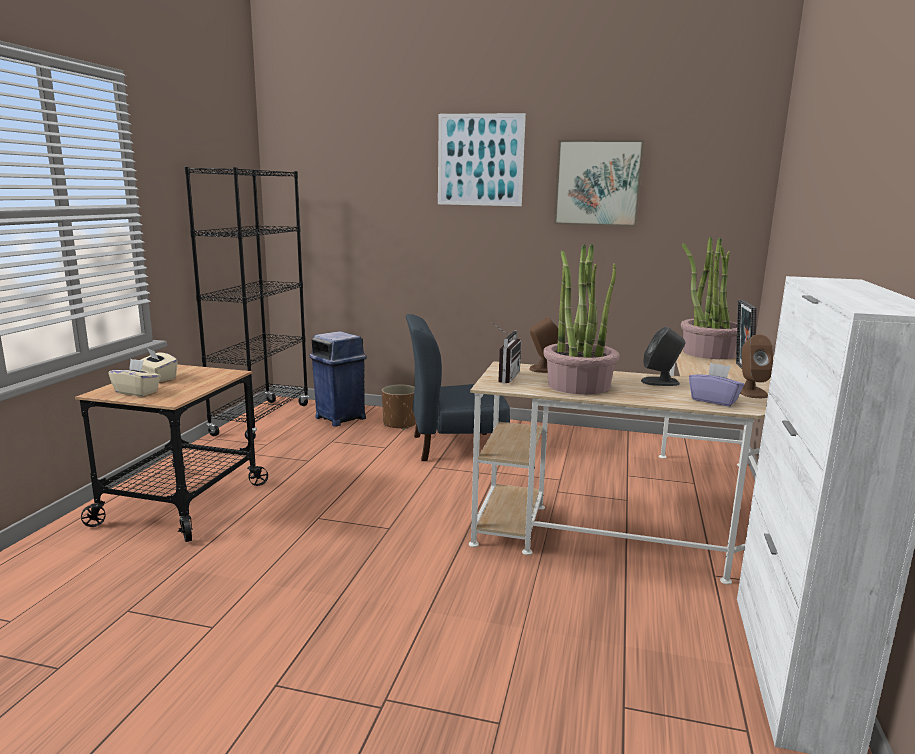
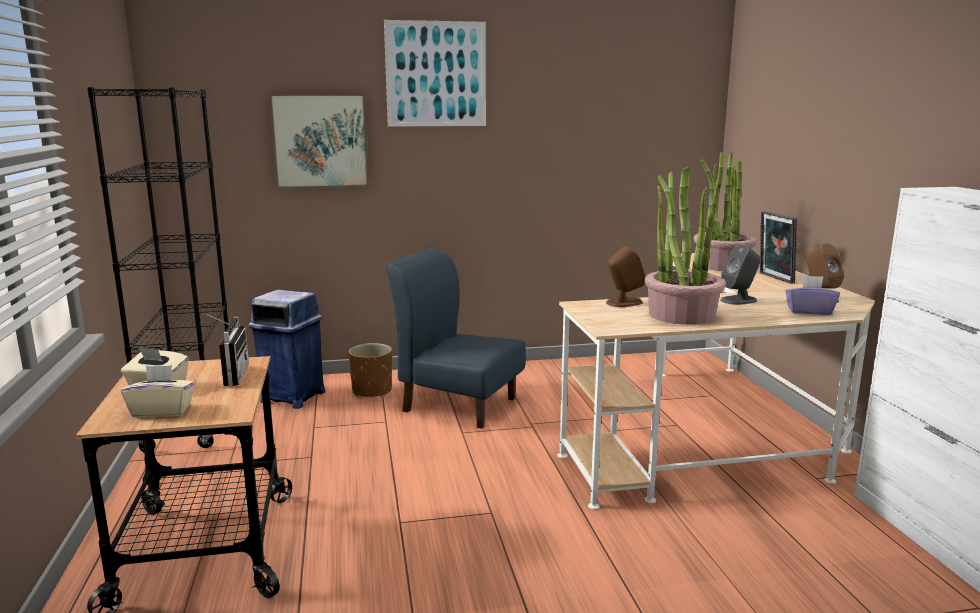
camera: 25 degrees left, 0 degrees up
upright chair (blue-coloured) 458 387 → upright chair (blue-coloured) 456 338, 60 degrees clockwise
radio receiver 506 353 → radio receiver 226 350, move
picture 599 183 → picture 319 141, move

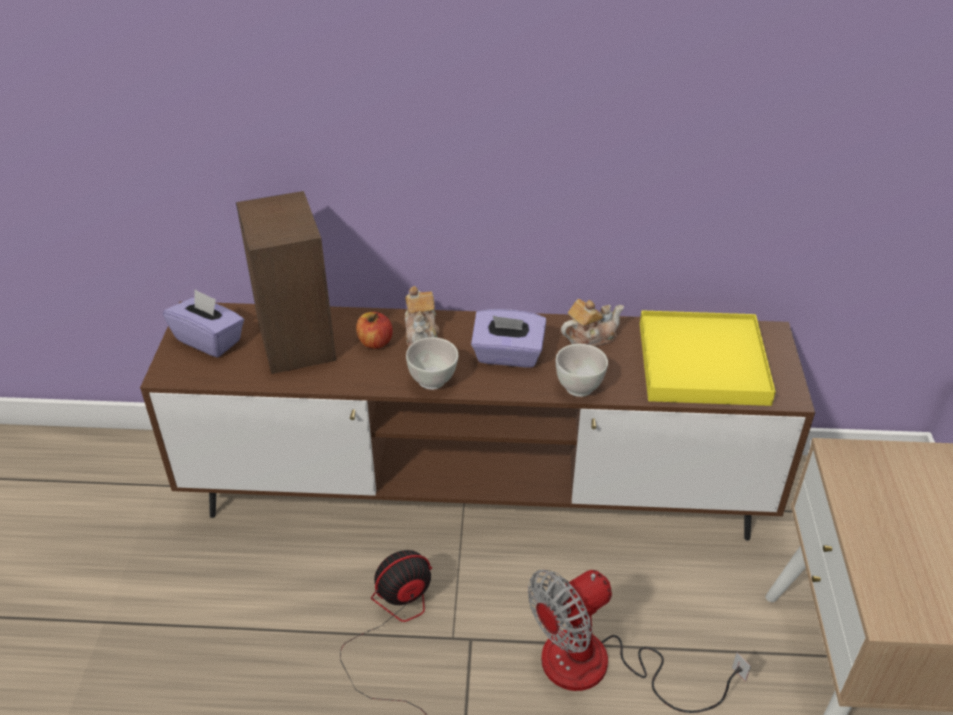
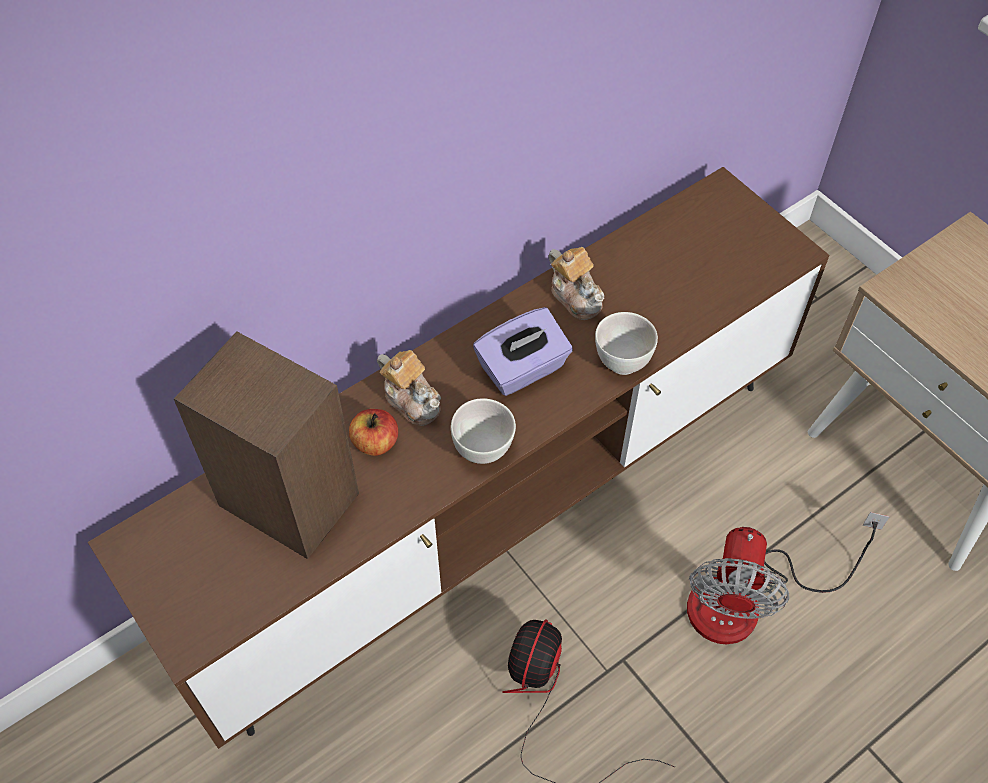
camera: 40 degrees left, 15 degrees up
tissue holder (purple-coloured) 203 323 → -
tea pot 592 323 → tea pot 576 283, 120 degrees clockwise
tray (yellow) 708 358 → -

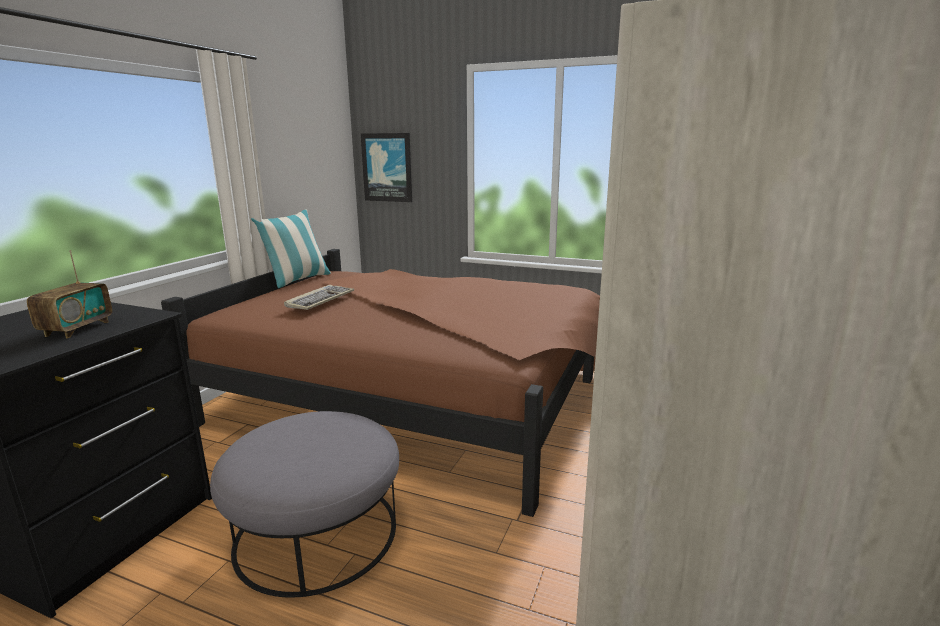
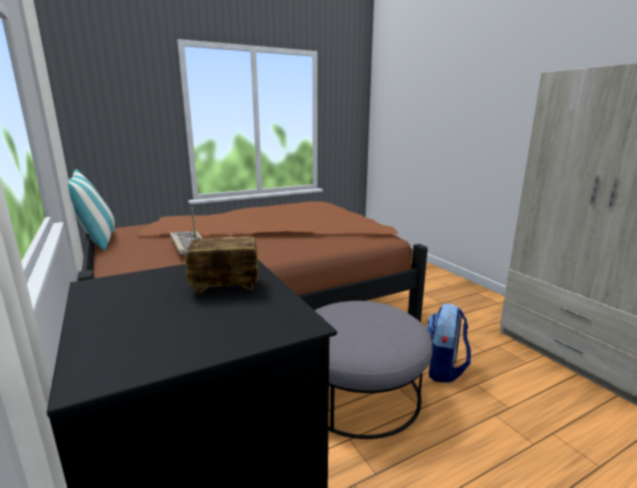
camera: 50 degrees left, 0 degrees up
radio receiver 69 294 → radio receiver 221 250, 60 degrees counterclockwise
picture 386 167 → -
- → rucksack 448 343

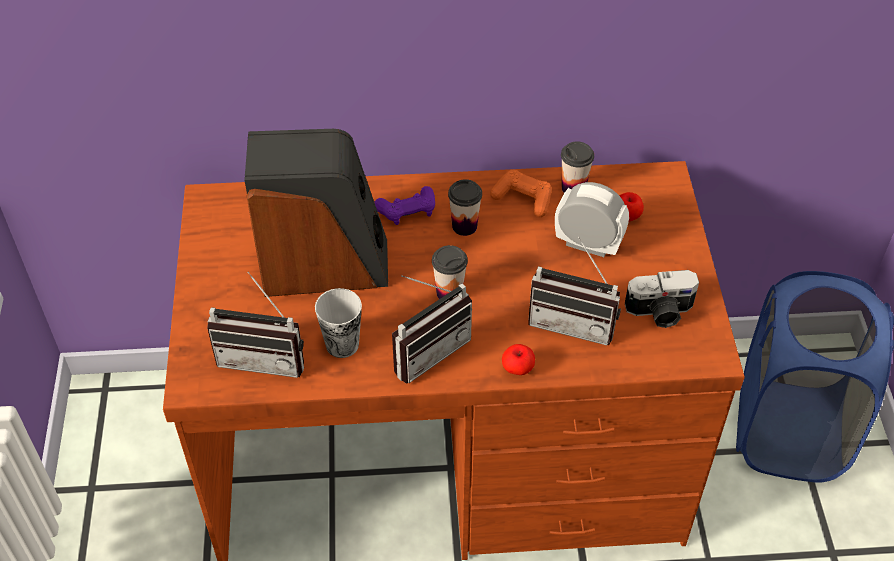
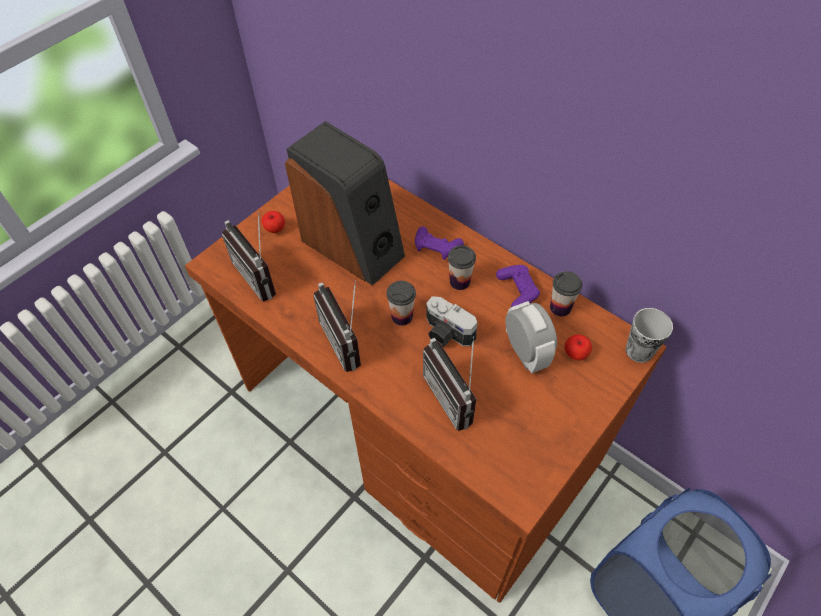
camera: 45 degrees right, 5 degrees up
small cup 338 323 → small cup 649 335, move
radio receiver 432 329 → radio receiver 337 326, 60 degrees clockwise
game controller (orange) 521 193 → game controller (purple-coloured) 518 286
apple fruit 518 359 → apple fruit 273 222, move
photo camera 662 299 → photo camera 452 321, move

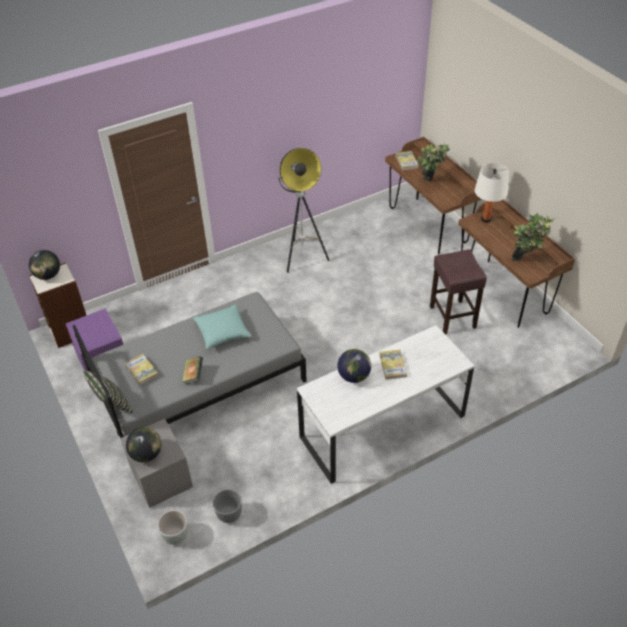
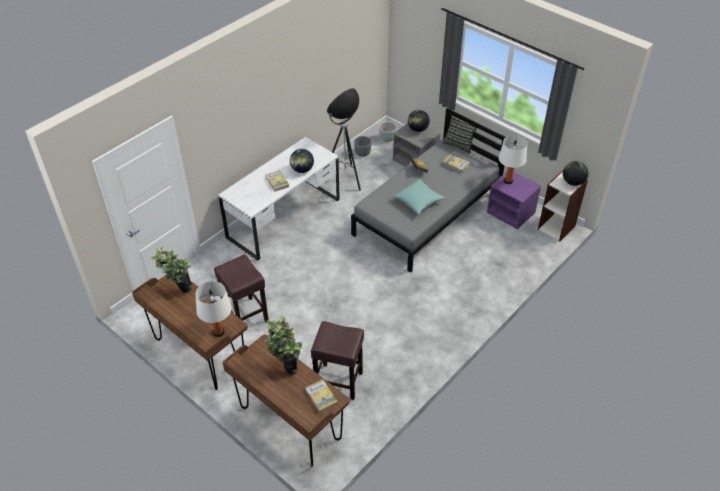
camera: 160 degrees right, 0 degrees up
standard lamp 304 210 → standard lamp 344 139, move
- → stool (brown-coloured) 337 360
- → lamp for a table (white-coloured) 513 159

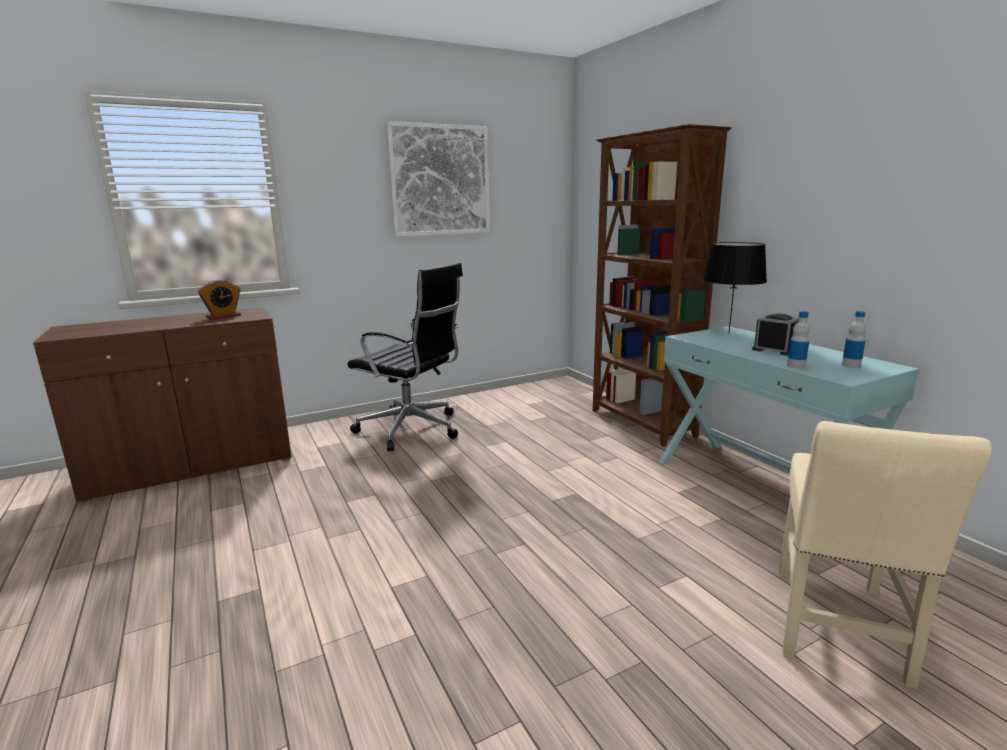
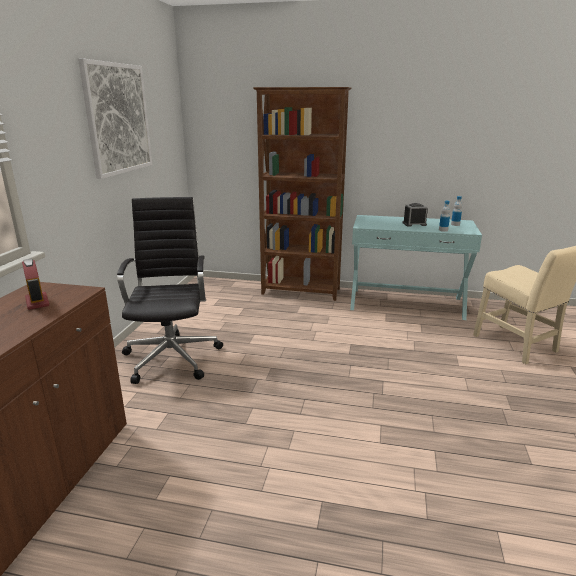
camera: 50 degrees left, 5 degrees up
table clock 219 300 → table clock 35 284, 150 degrees clockwise
office chair (black-coloured) 405 357 → office chair (black-coloured) 170 290, 75 degrees counterclockwise
lamp for a table (black-coloured) 735 287 → -

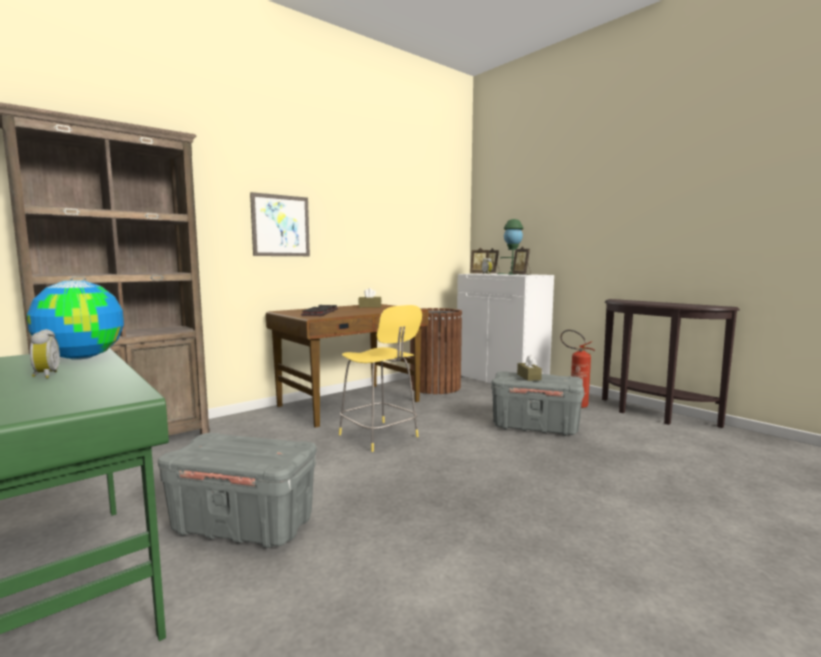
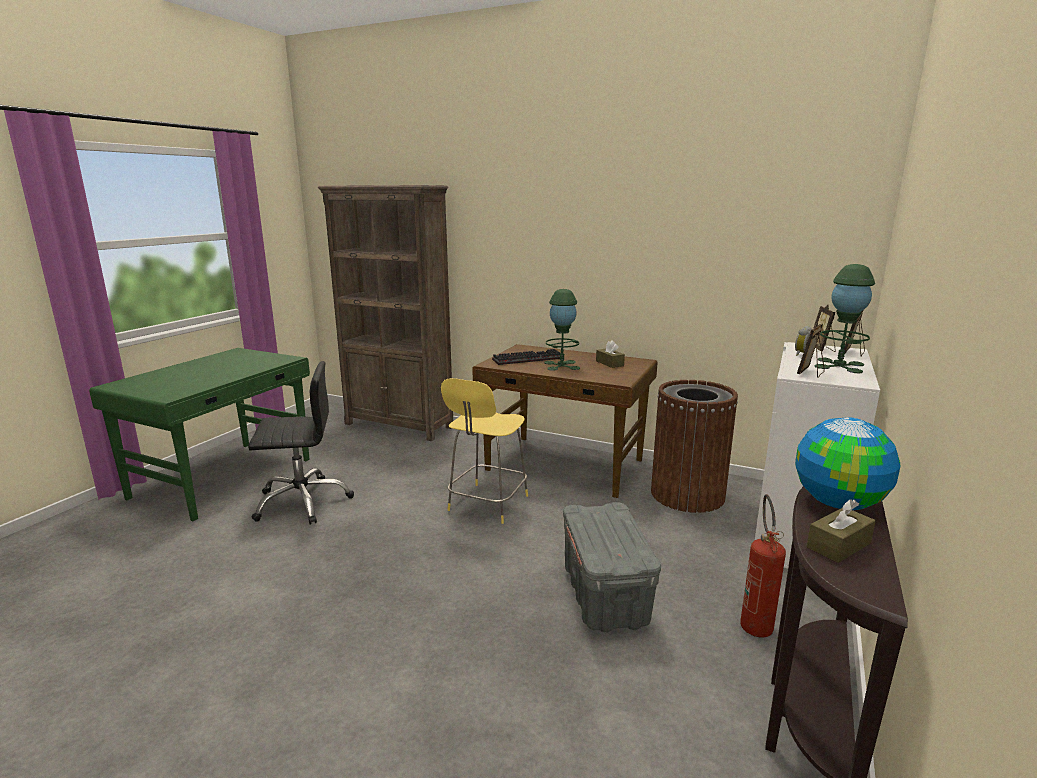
camera: 65 degrees right, 10 degrees up
desk globe 75 320 → desk globe 847 463, move
table clock 45 354 → -
storage container (greyish) 237 490 → office chair (black-coloured) 301 442
picture 280 224 → -
tissue holder (brown-coloured) 529 368 → tissue holder (brown-coloured) 841 531, move
- → lamp for a table (greenish) 562 330

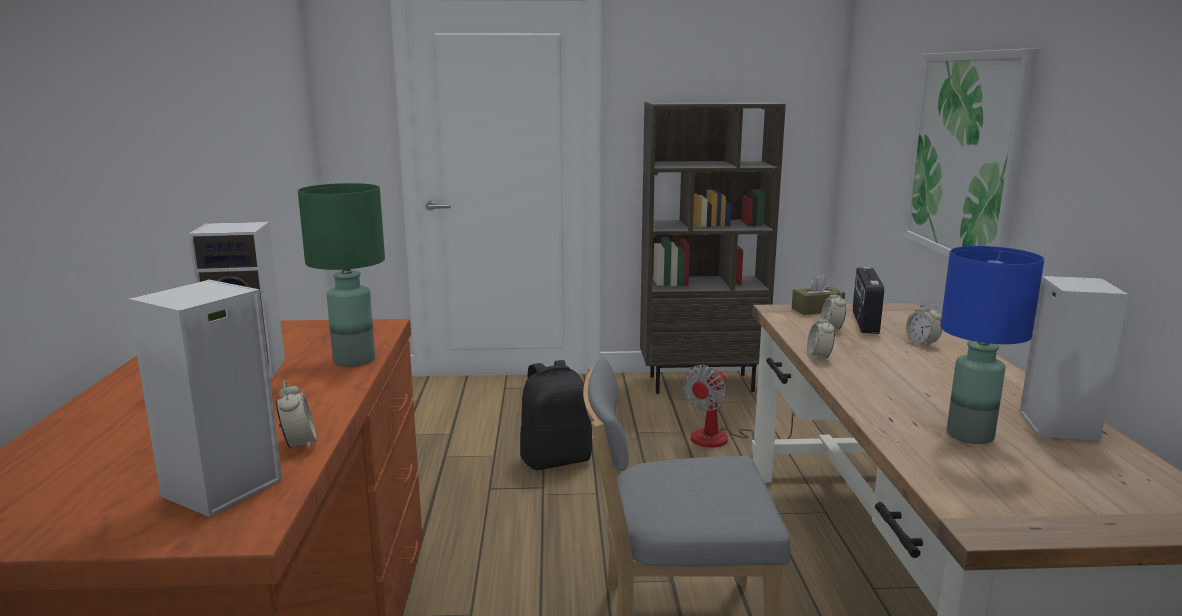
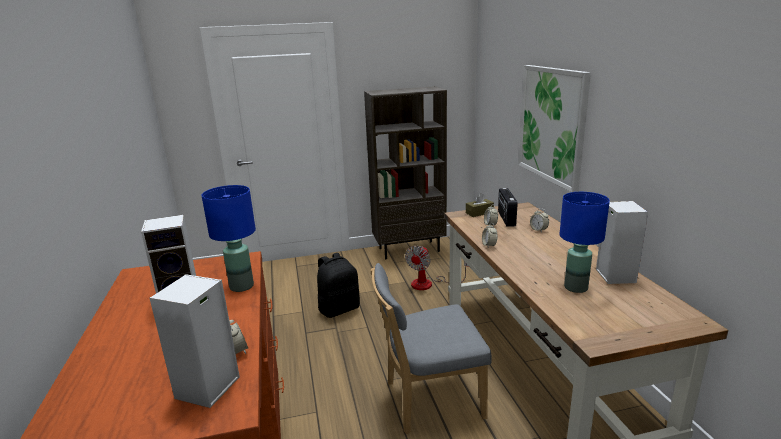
camera: 10 degrees left, 5 degrees up
lamp for a table (greenish) 341 275 → lamp for a table (blue-coloured) 229 238

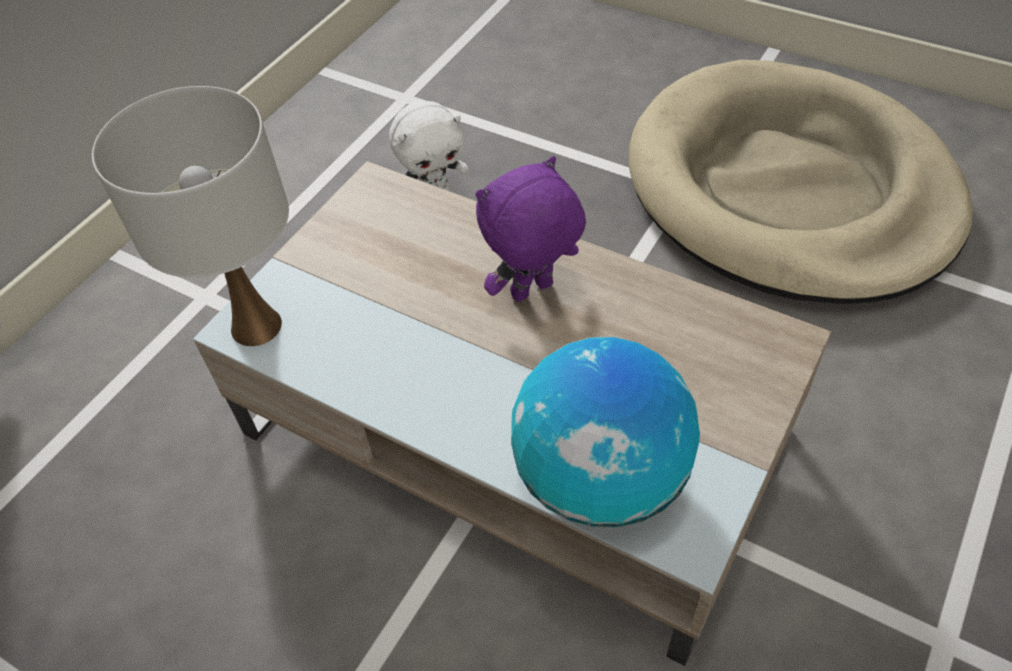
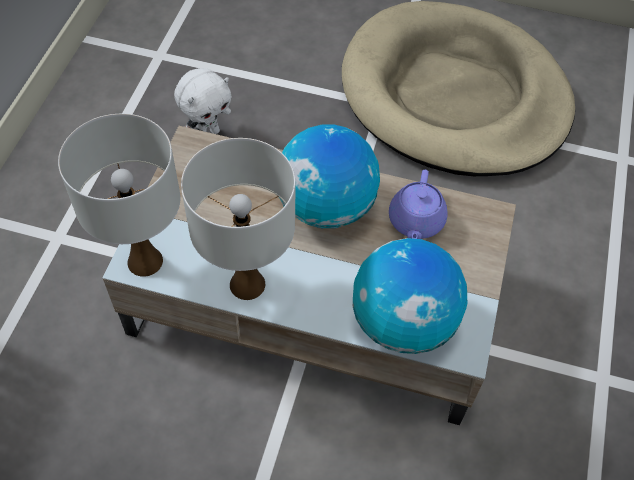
camera: 20 degrees left, 5 degrees up
cuddly toy (purple-coloured) 530 229 → desk globe 329 176
- → lamp for a table (white-coloured) 238 219
- → tea pot (purple-coloured) 418 204

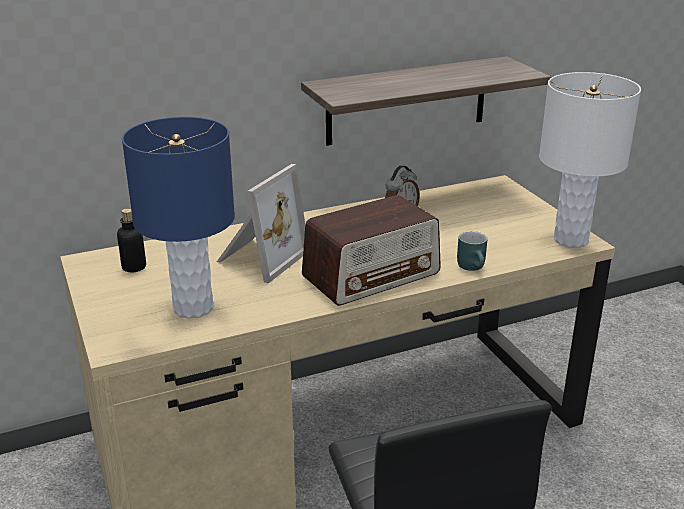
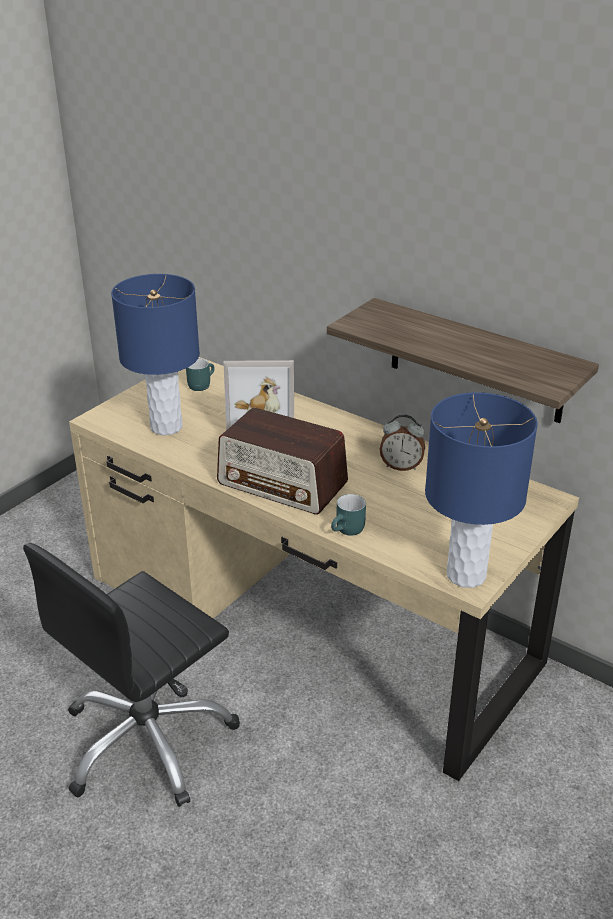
camera: 60 degrees right, 5 degrees up
bottle 131 240 → coffee mug (turquoise) 200 374
lamp for a table (white-coloured) 590 160 → lamp for a table (blue-coloured) 481 490

